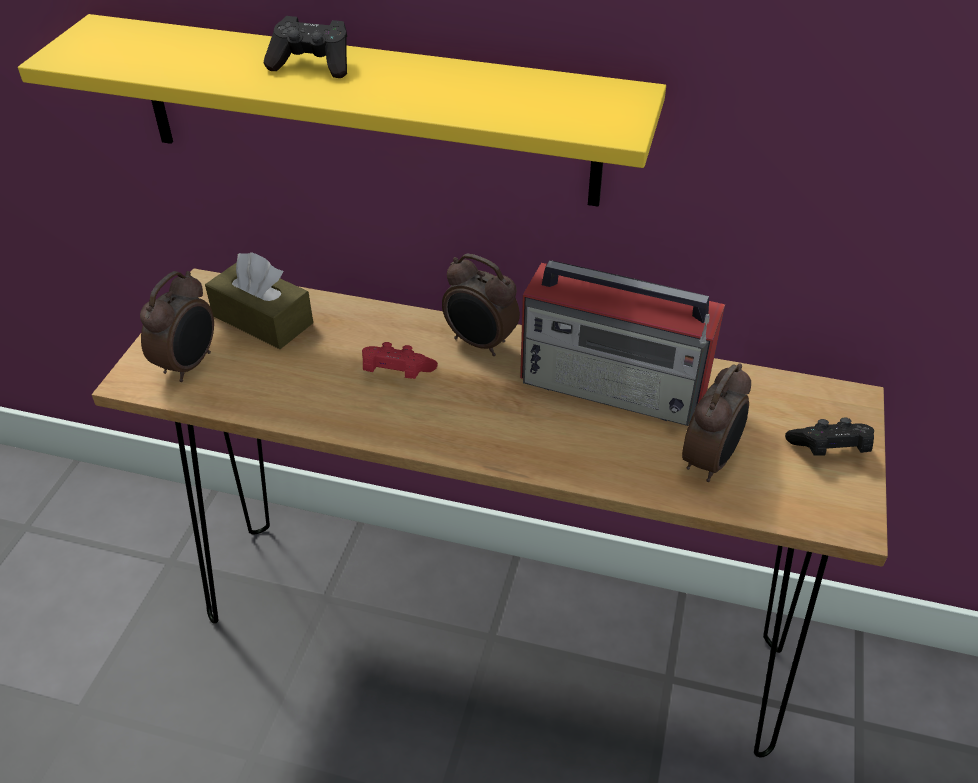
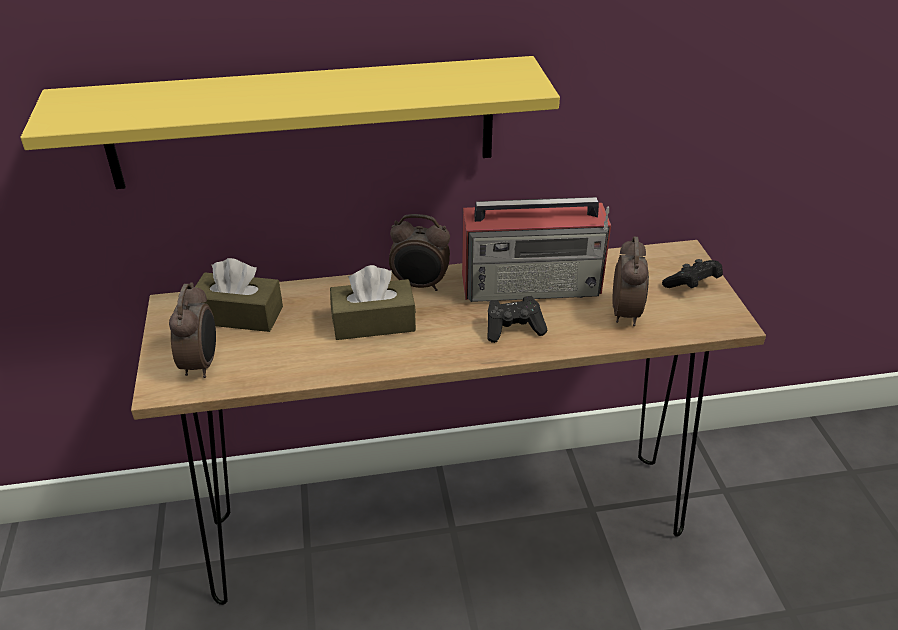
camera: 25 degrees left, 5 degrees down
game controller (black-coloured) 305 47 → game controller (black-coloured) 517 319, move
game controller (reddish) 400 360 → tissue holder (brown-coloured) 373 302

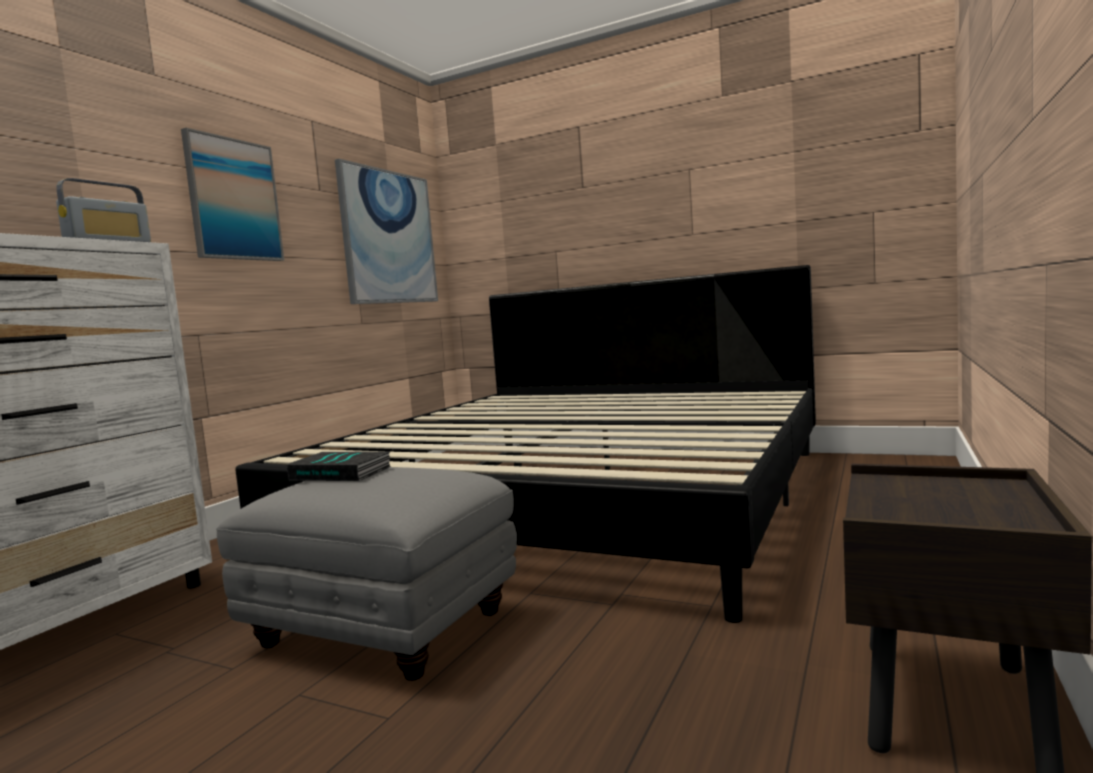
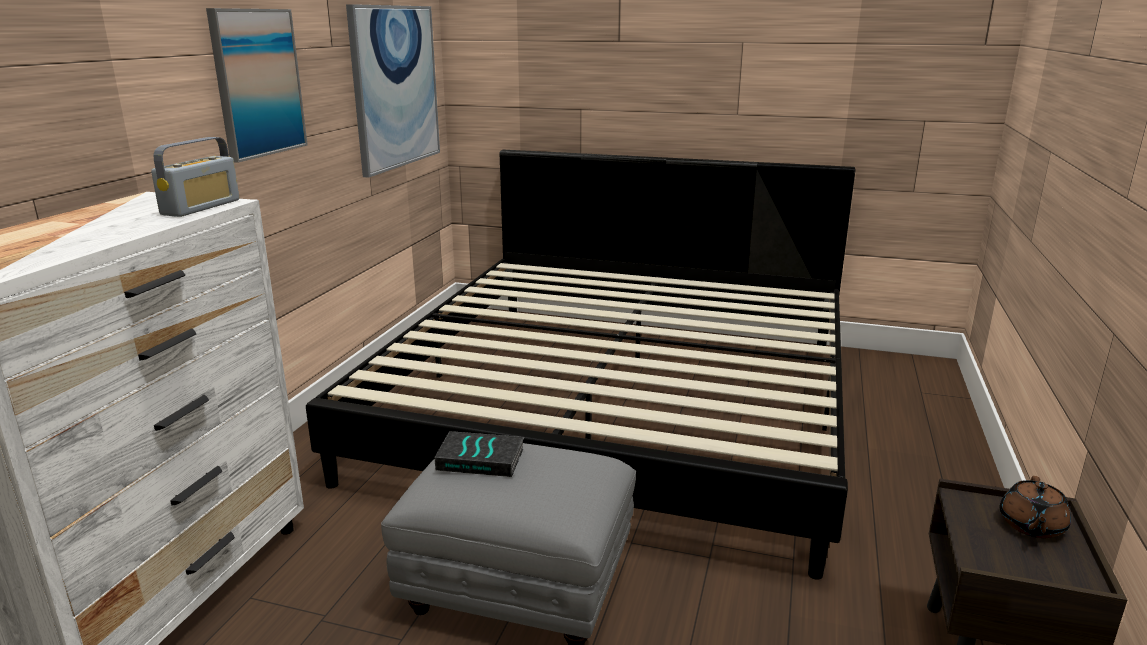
camera: 10 degrees left, 15 degrees up
- → tea pot (brown-coloured) 1035 507

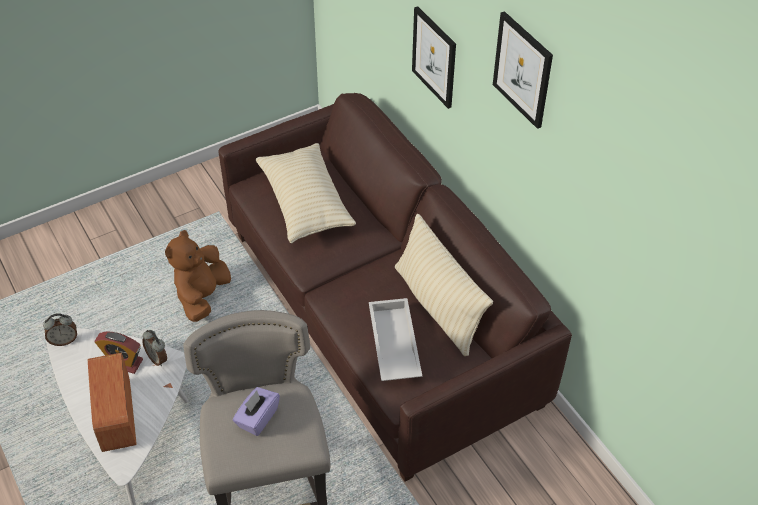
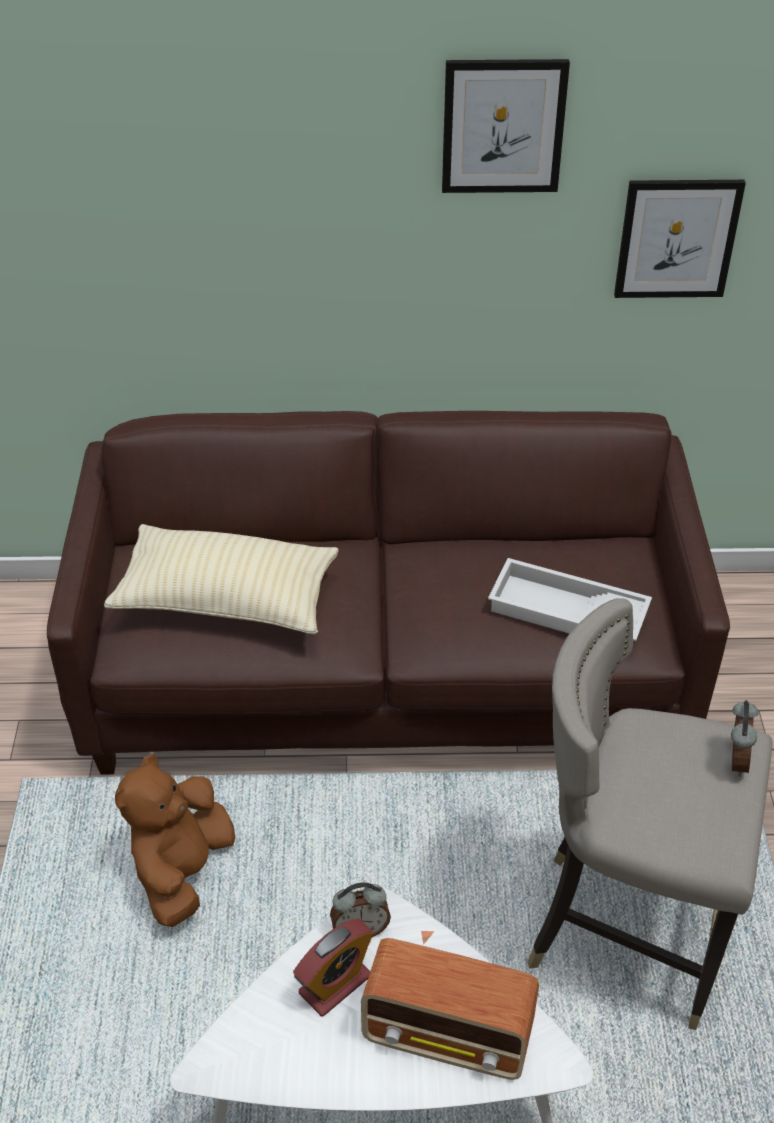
camera: 60 degrees left, 5 degrees down
table clock 60 329 → table clock 744 738, move
cuddly toy (brown-coloured) 198 276 → cuddly toy (brown-coloured) 175 840, 60 degrees clockwise
tissue holder (purple-coloured) 256 411 → -
cushion (beige-coloured) 444 285 → -
picture 434 57 → picture 680 239, move

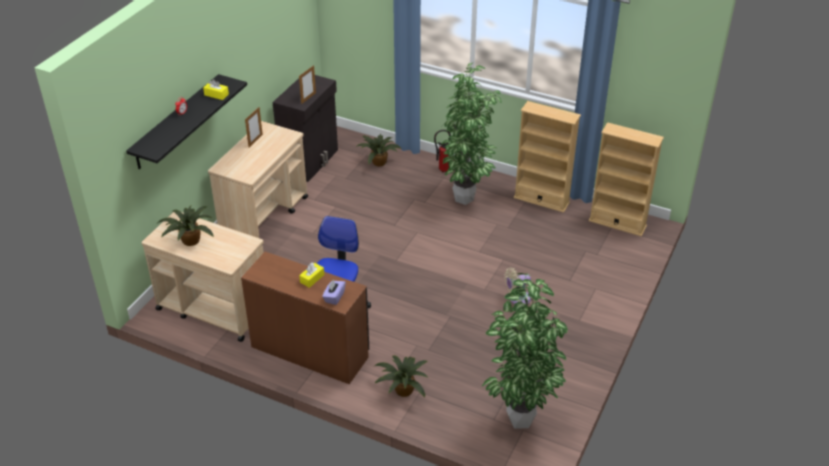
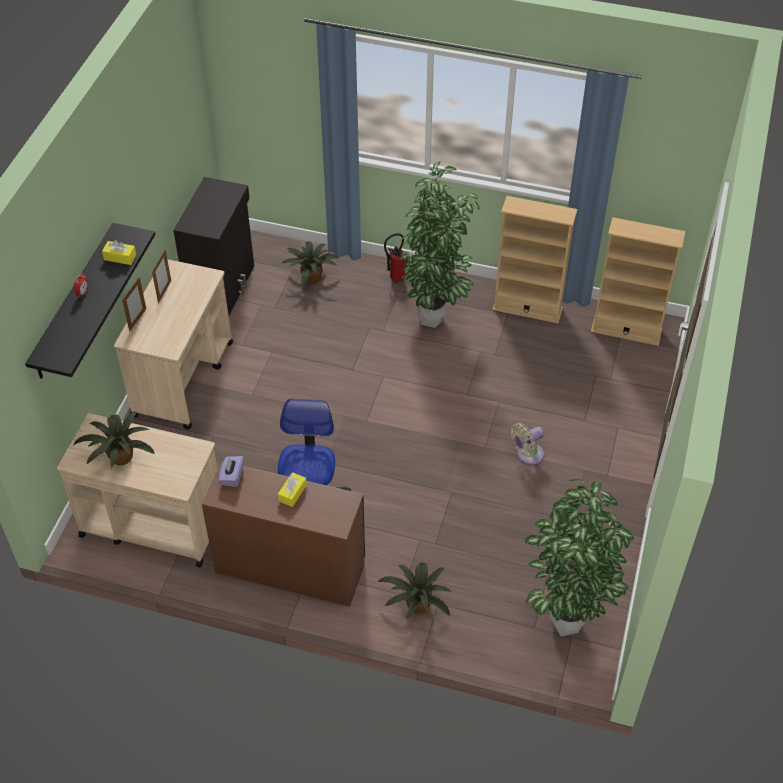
camera: 10 degrees left, 10 degrees up
picture frame 307 84 → picture frame 134 304, move
tissue holder (purple-coloured) 334 292 → tissue holder (purple-coloured) 231 471, move

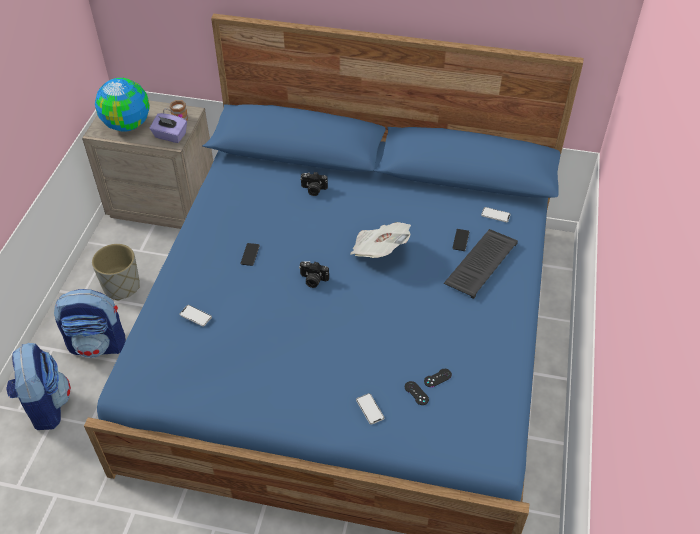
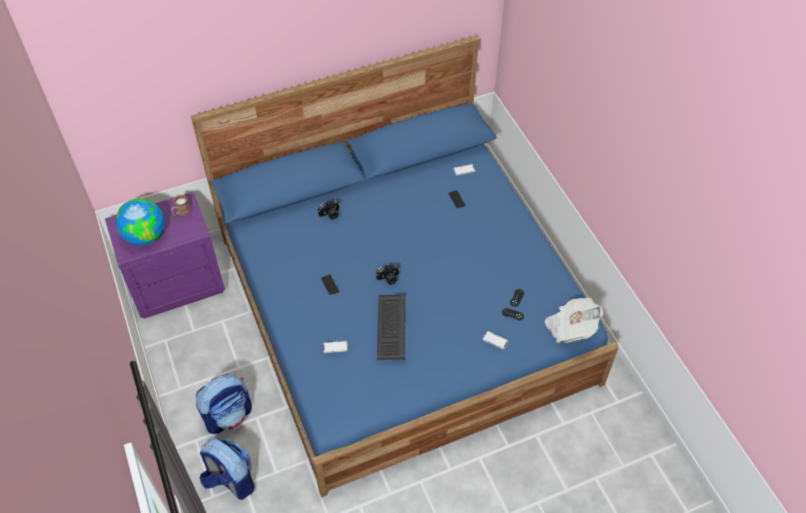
camera: 35 degrees left, 5 degrees up
nightstand (beige-coloured) 147 164 → nightstand (purple-coloured) 165 255
planter (greyish) 116 272 → -
tissue holder (purple-coloured) 168 128 → -
newspaper 381 240 → newspaper 574 320, move
keyboard 481 264 → keyboard 391 327, move

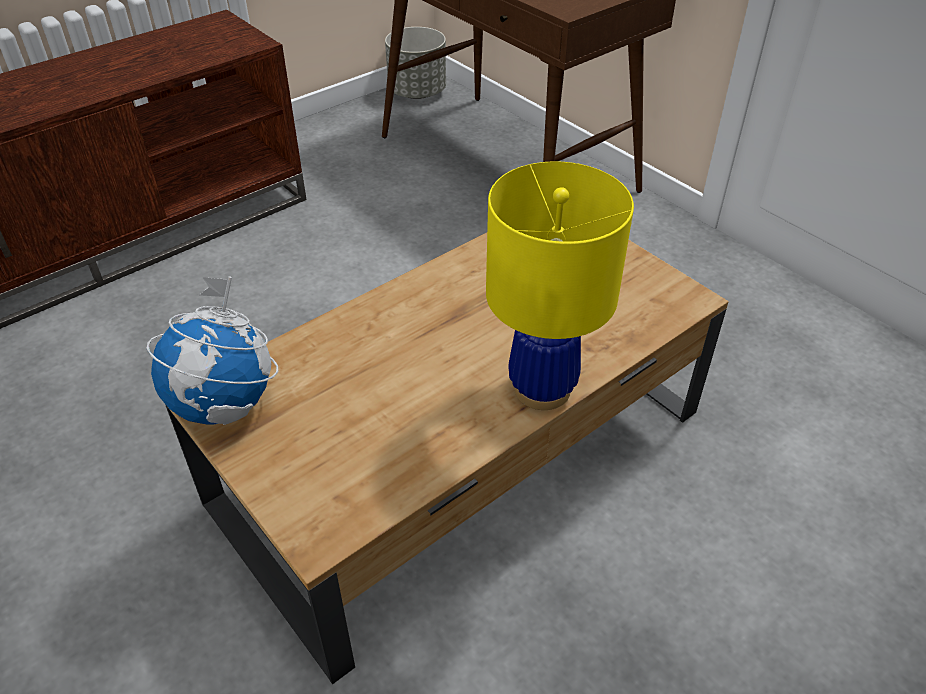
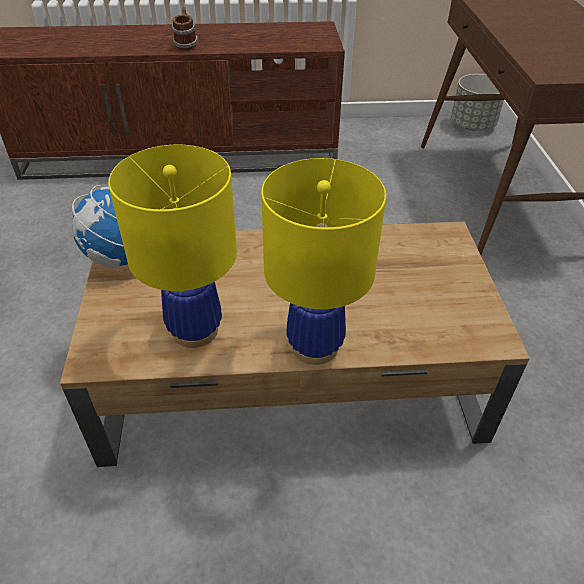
camera: 35 degrees right, 0 degrees up
- → lamp for a table (yellow) 172 246
- → coffee mug 184 28

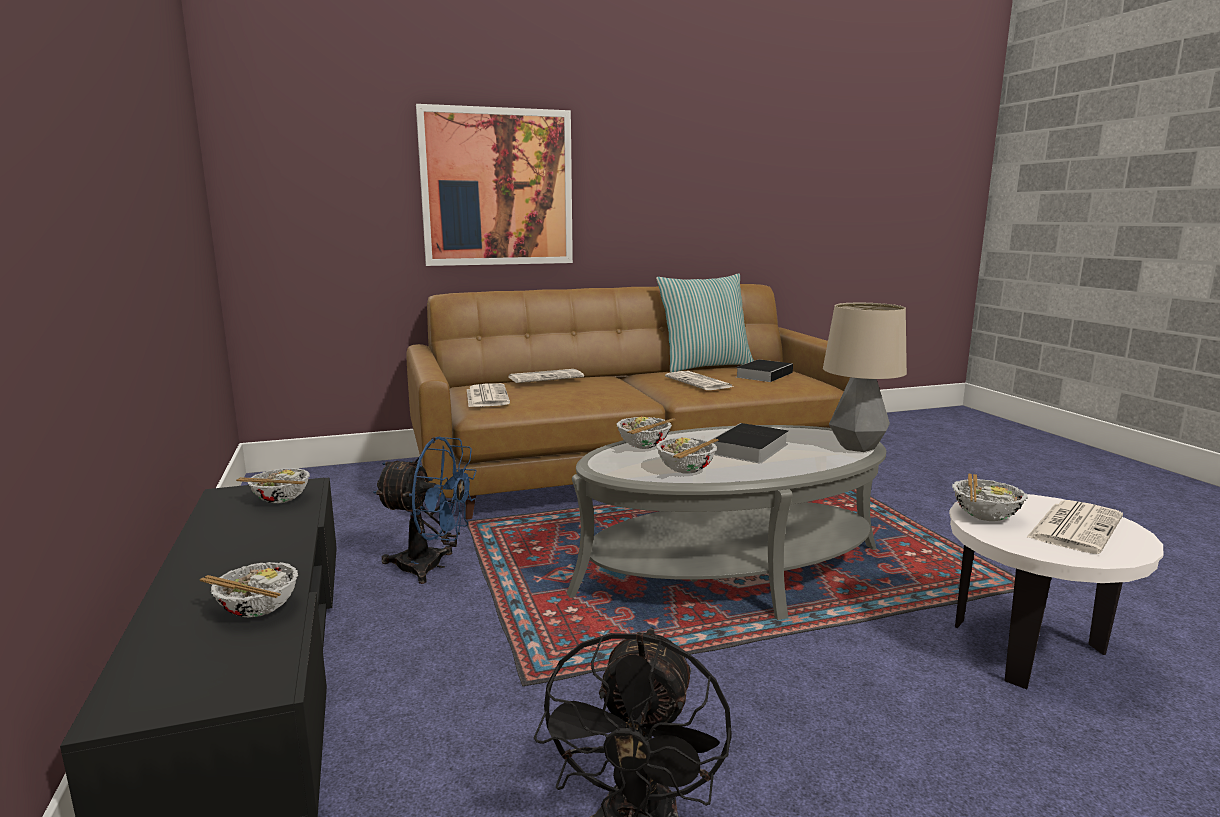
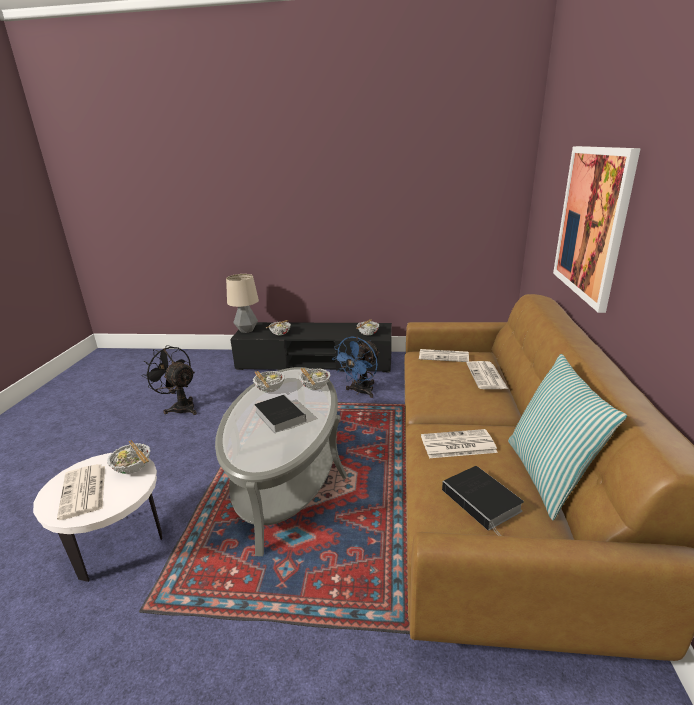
camera: 115 degrees right, 10 degrees up
lamp for a table 865 377 → lamp for a table 242 303, move

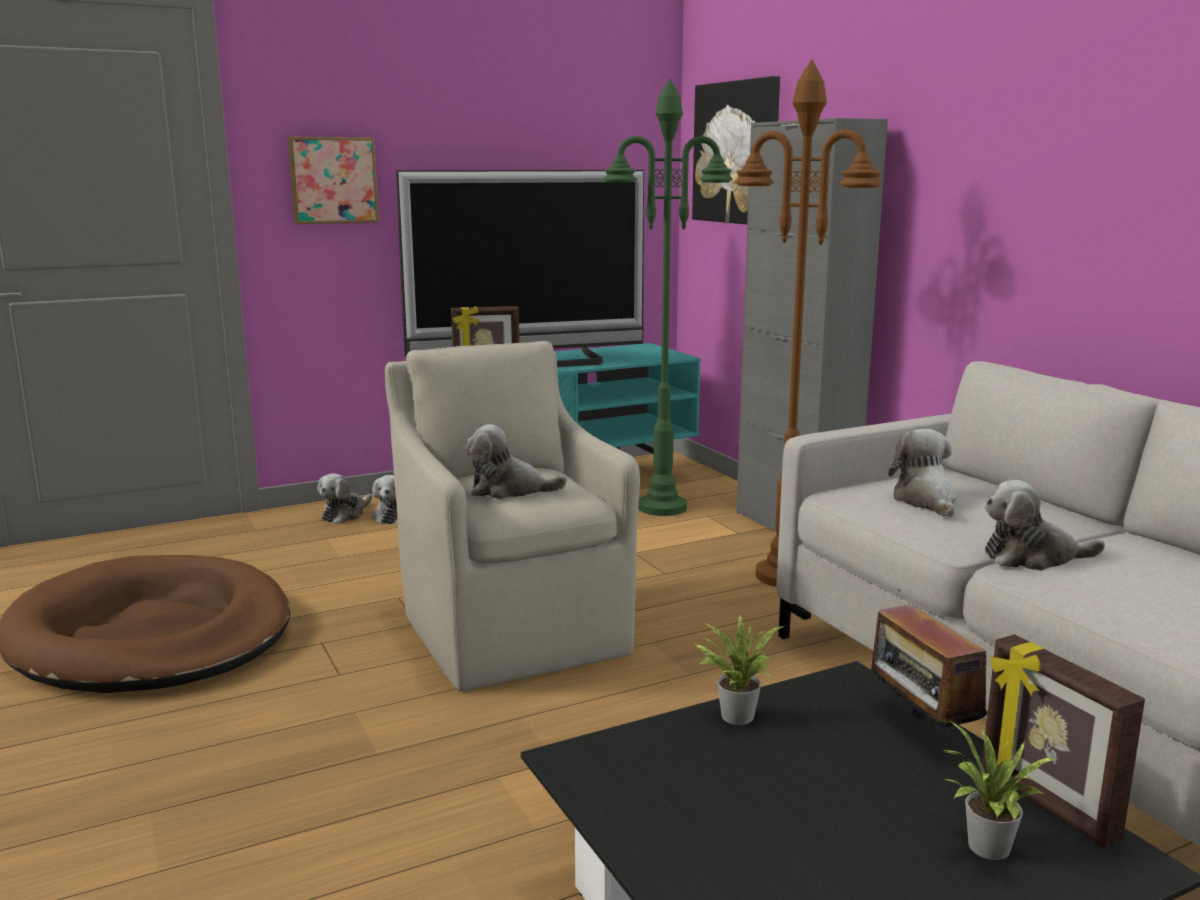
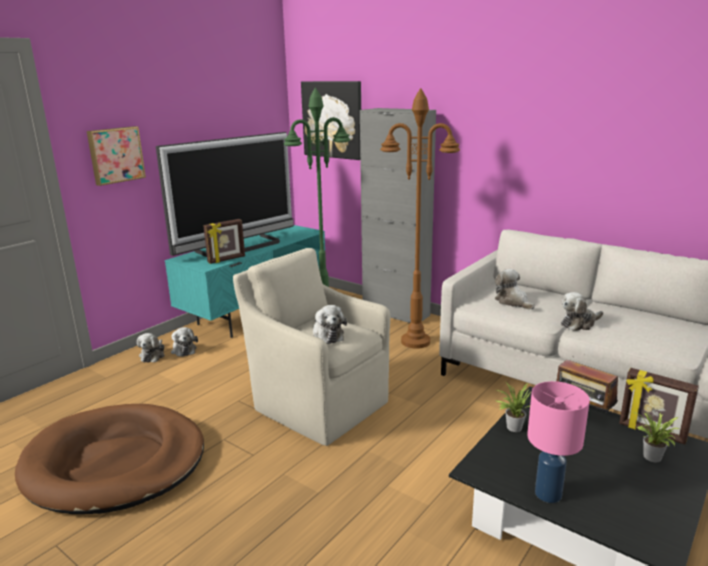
camera: 25 degrees left, 5 degrees up
cuddly toy 516 461 → cuddly toy 330 324, 90 degrees counterclockwise
- → lamp for a table (pinkish) 558 442

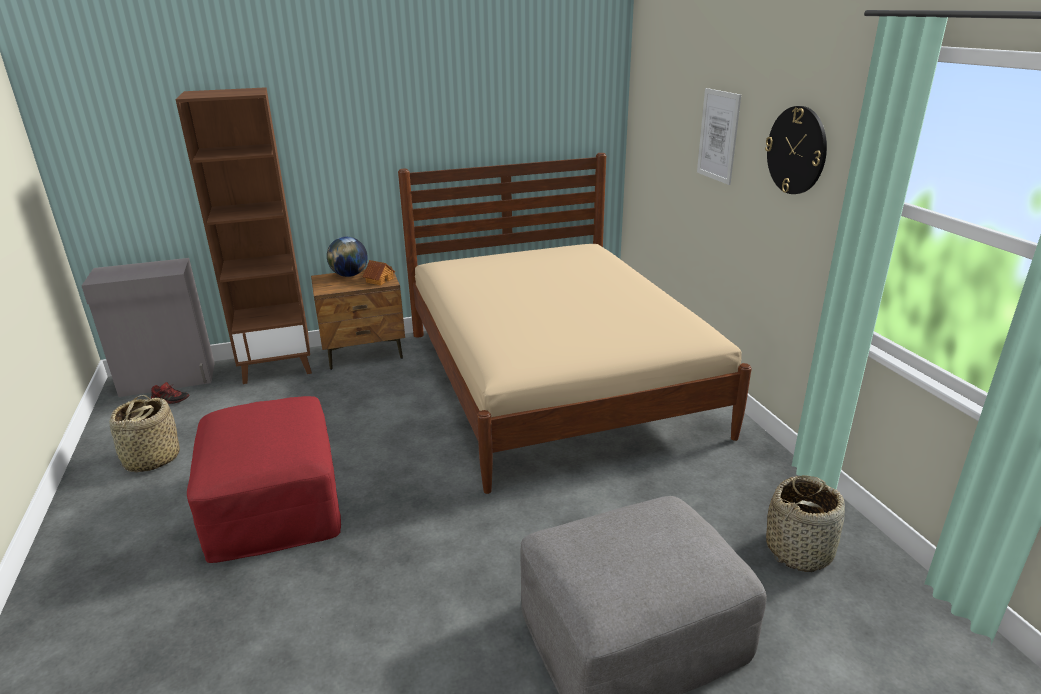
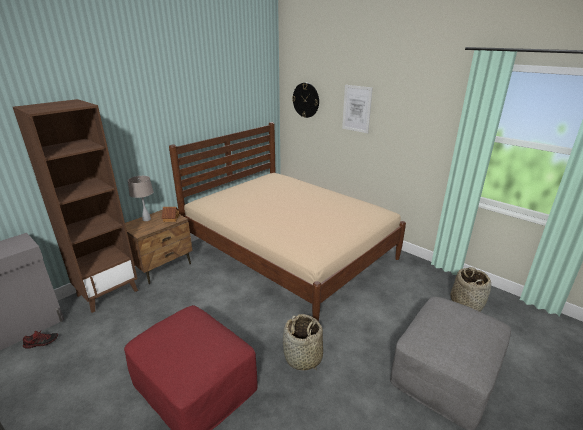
camera: 30 degrees left, 0 degrees up
household basket 144 433 → household basket 303 342, move
desk globe 347 257 → lamp for a table (beige-coloured) 141 198
wall clock 796 150 → wall clock 305 100, move

